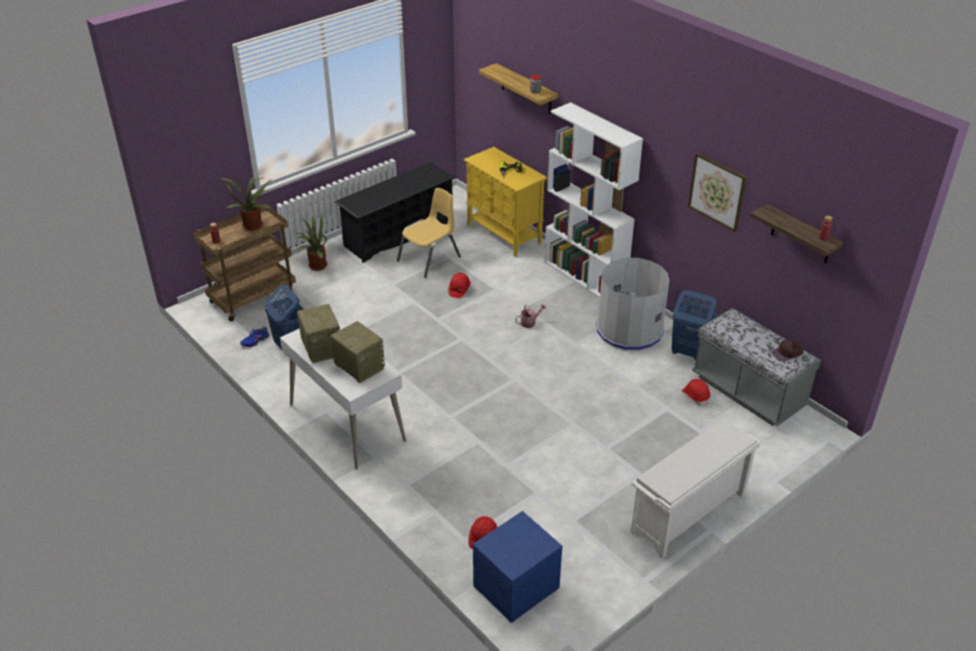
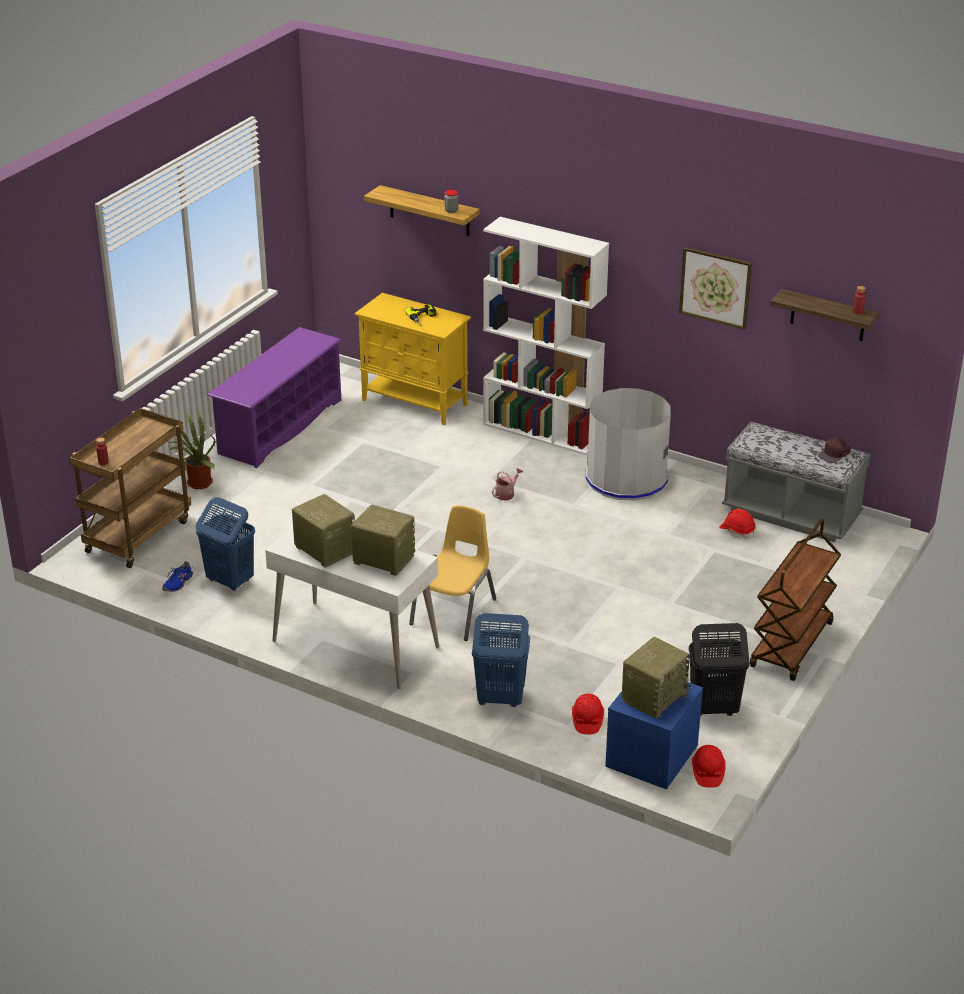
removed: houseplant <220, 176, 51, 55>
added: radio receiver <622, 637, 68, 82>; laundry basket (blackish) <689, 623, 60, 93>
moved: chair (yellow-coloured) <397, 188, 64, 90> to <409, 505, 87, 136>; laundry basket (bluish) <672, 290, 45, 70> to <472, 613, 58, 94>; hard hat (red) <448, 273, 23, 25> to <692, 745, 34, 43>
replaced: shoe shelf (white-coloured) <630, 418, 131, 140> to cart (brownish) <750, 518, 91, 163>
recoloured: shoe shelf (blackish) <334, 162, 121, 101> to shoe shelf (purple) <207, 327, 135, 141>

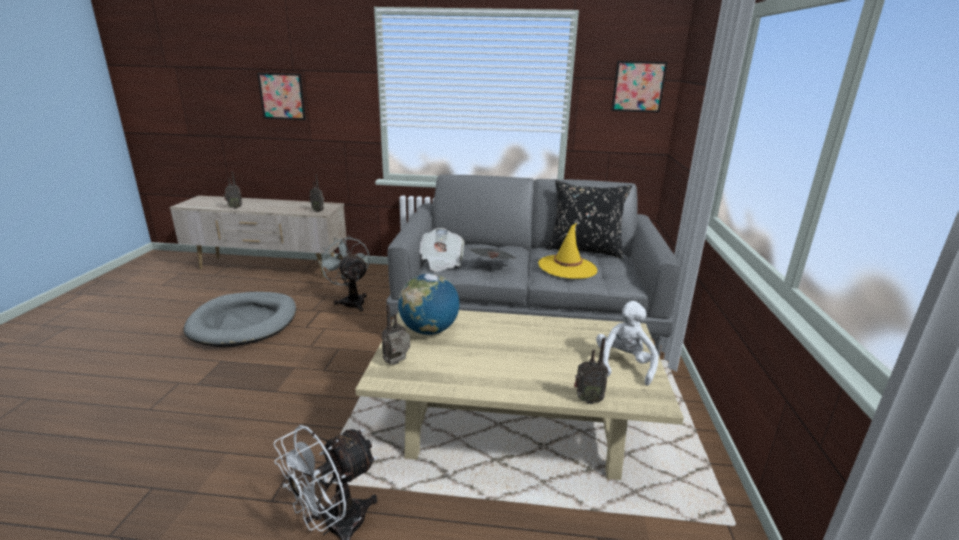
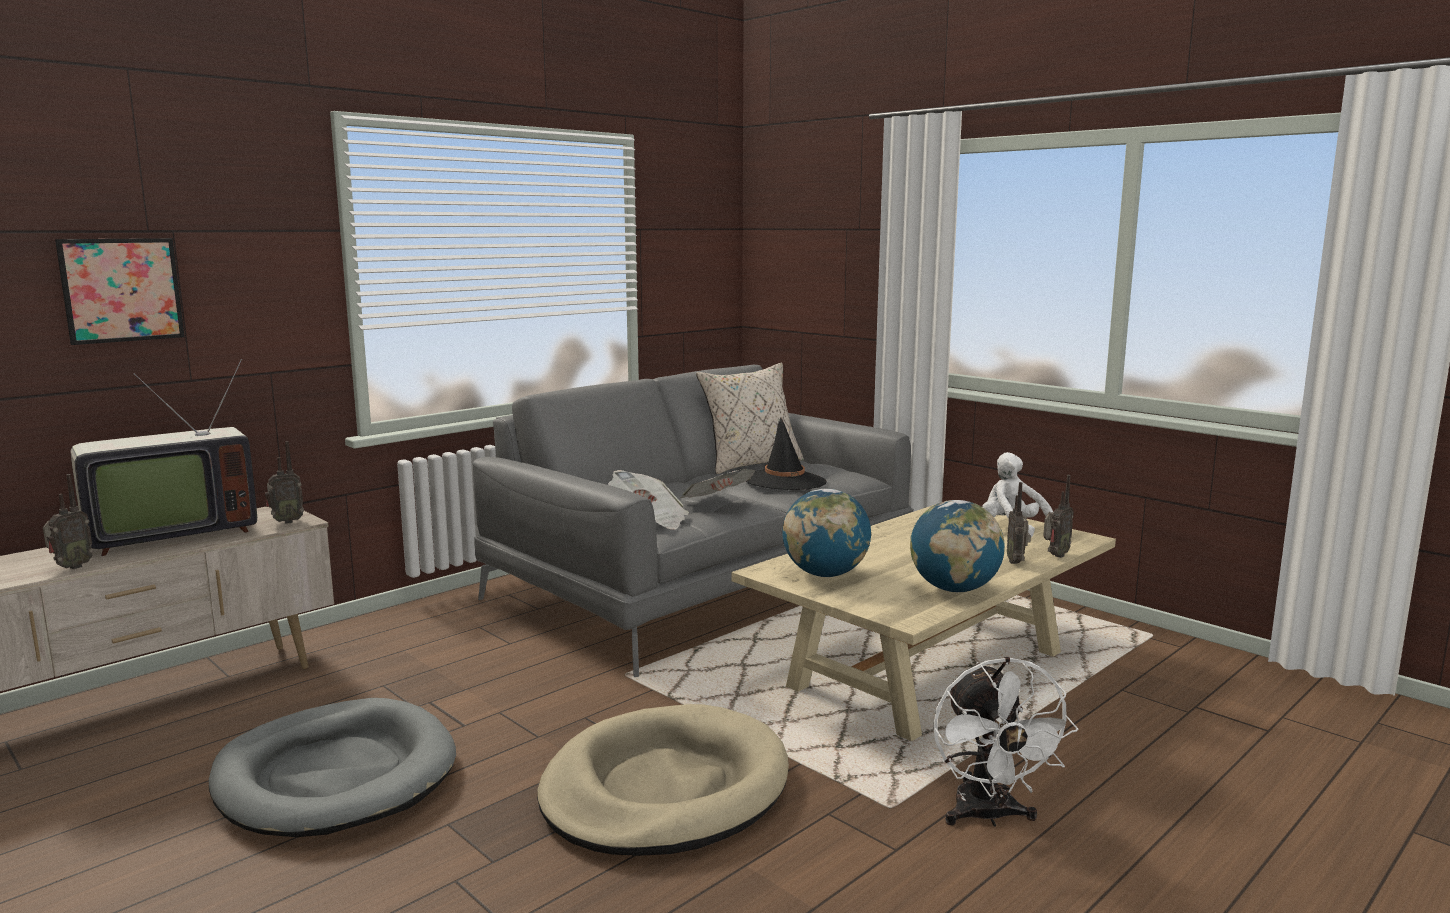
removed: electric fan (greyish) <318, 236, 52, 76>; picture <611, 61, 56, 52>
added: television <71, 359, 186, 197>; pet bed (sand-coloured) <537, 704, 252, 152>; globe <910, 500, 95, 92>
moved: radio receiver <381, 304, 29, 61> to <1007, 482, 24, 82>
recoloured: pillow (blackish) <546, 180, 86, 79> to pillow (sand-coloured) <696, 363, 108, 111>; wearable hat (yellow-coloured) <538, 223, 59, 56> to wearable hat (blackish) <746, 418, 81, 72>

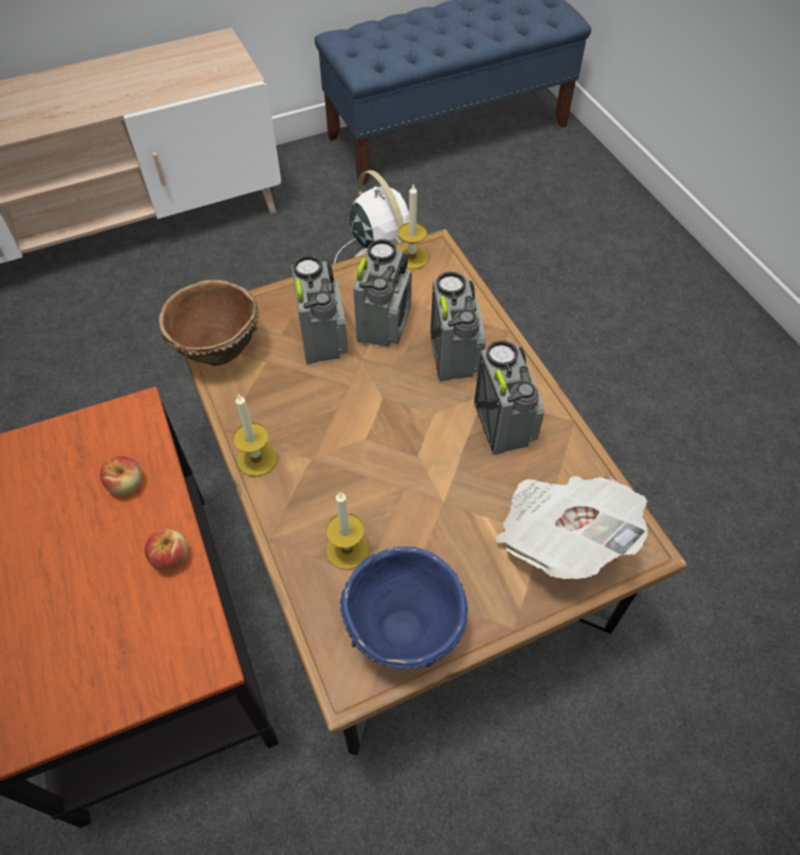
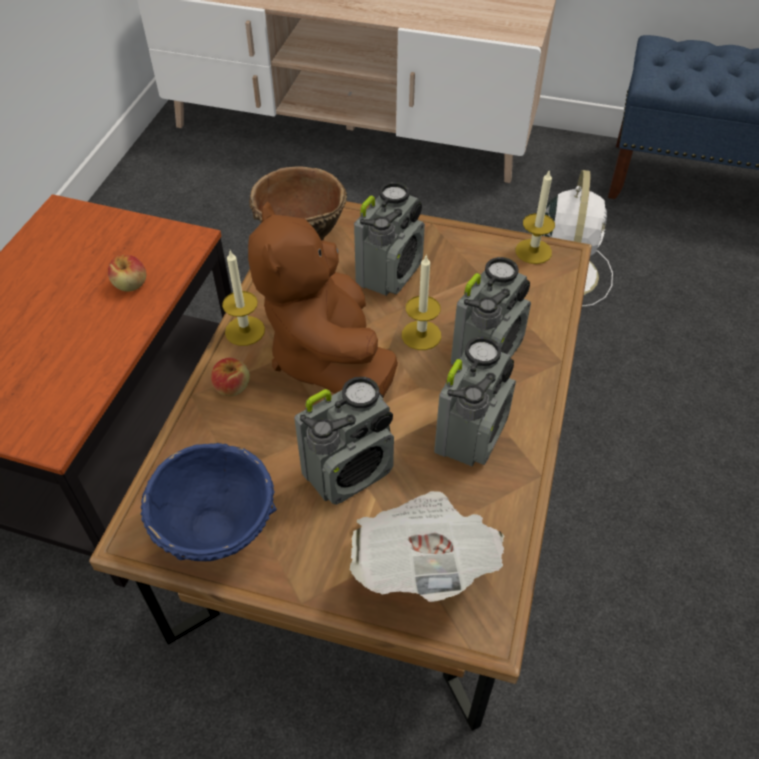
added: plush toy (brownish) <248, 202, 150, 195>
moved: whole apple <145, 529, 43, 43> to <211, 358, 39, 38>; radio receiver <353, 239, 59, 108> to <294, 377, 100, 128>; candle <326, 491, 43, 79> to <402, 254, 39, 96>

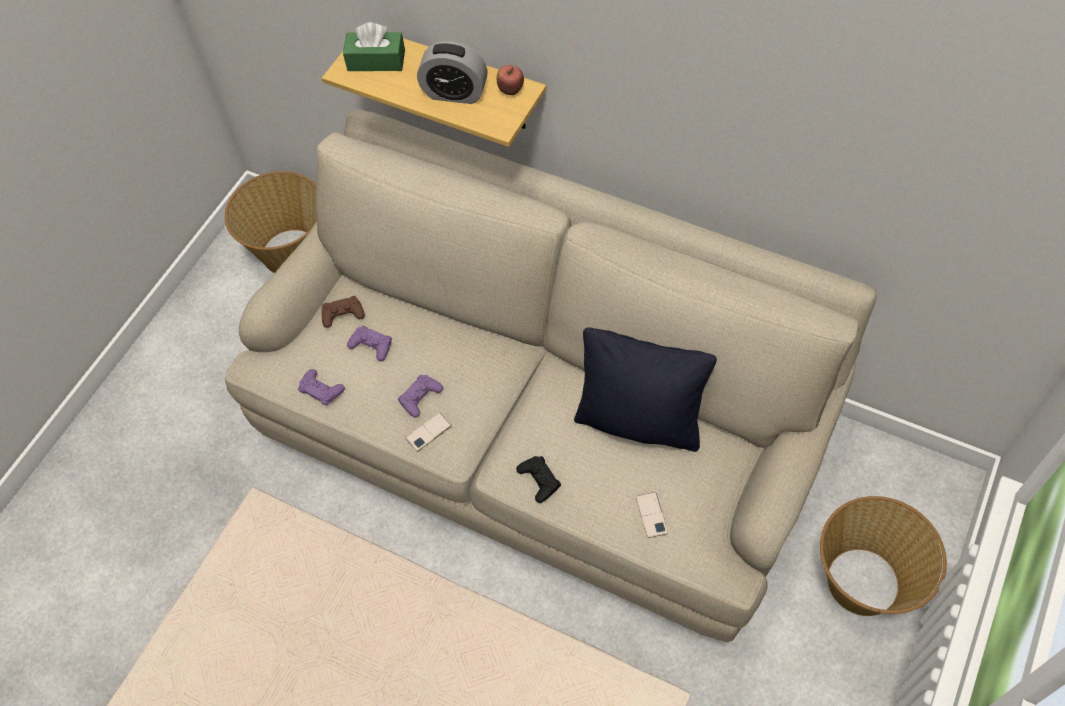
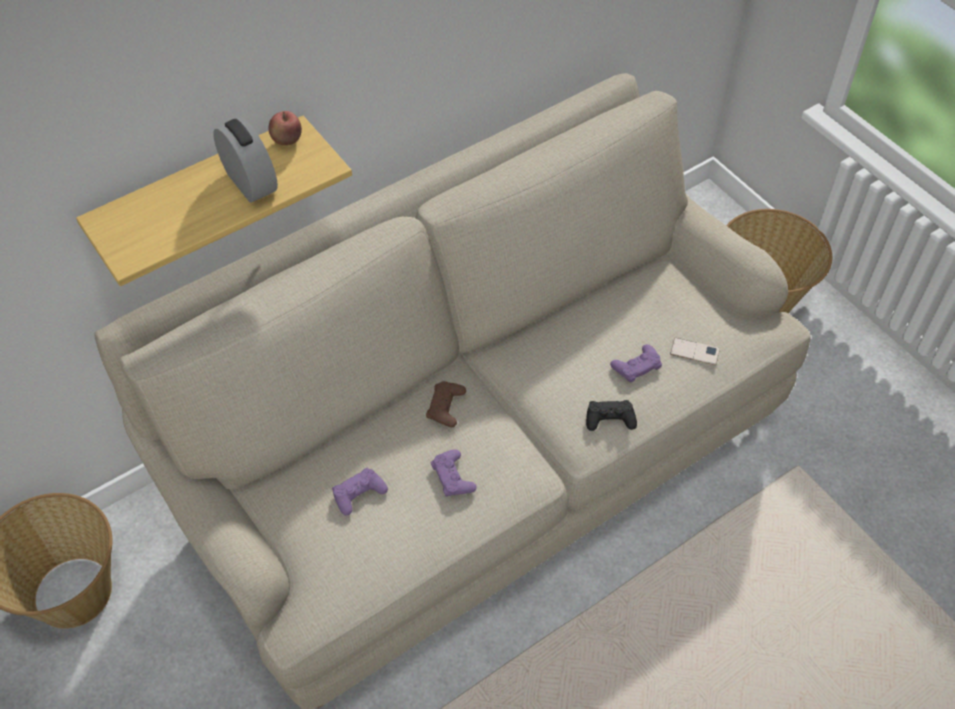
removed: tissue holder (greenish) <343, 22, 62, 49>; handset <406, 413, 46, 39>; pillow (blackish) <574, 327, 143, 125>
moved: gamepad (brownish) <322, 296, 43, 32> to <426, 381, 40, 46>; gamepad (purple) <298, 369, 47, 37> to <610, 344, 52, 39>
turned: bedside clock <417, 41, 71, 63> = <213, 118, 65, 85> 75 degrees counterclockwise

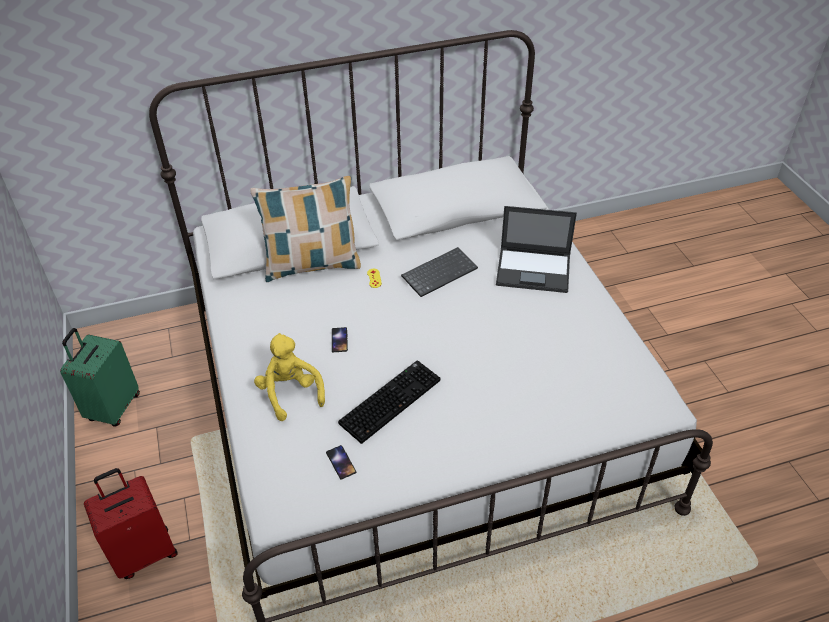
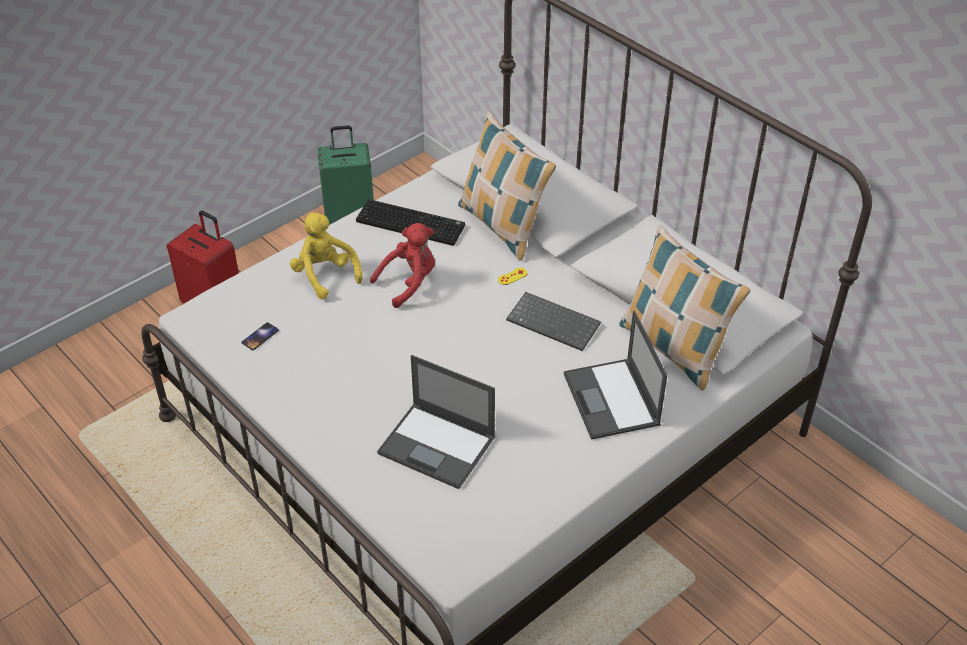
added: notebook computer <377, 355, 118, 134>; pillow <619, 225, 131, 166>
moved: keyboard <338, 360, 102, 84> to <356, 199, 109, 47>
replaced: handset <332, 327, 16, 25> to plush toy (red) <370, 223, 65, 85>
turned: plush toy (yellow-coloured) <254, 333, 71, 88> = <290, 213, 73, 87> 75 degrees counterclockwise

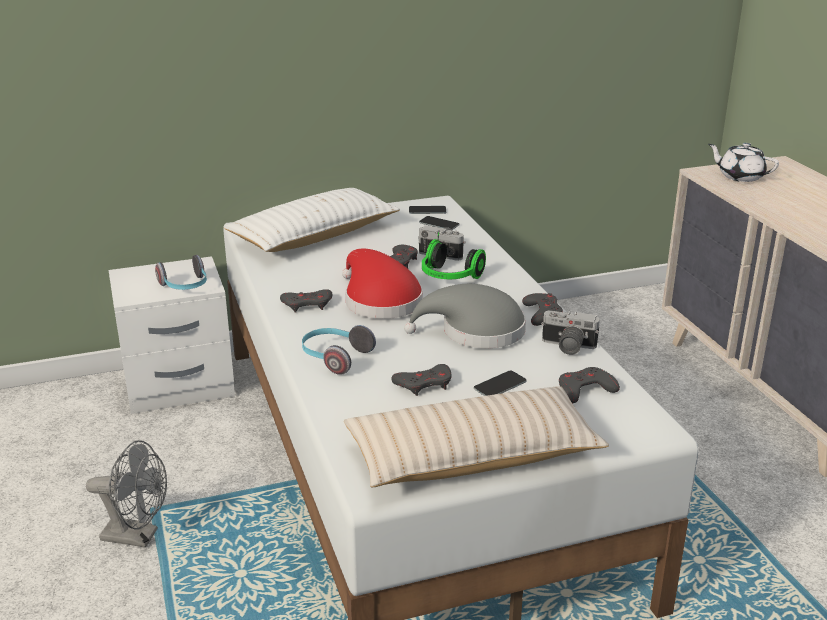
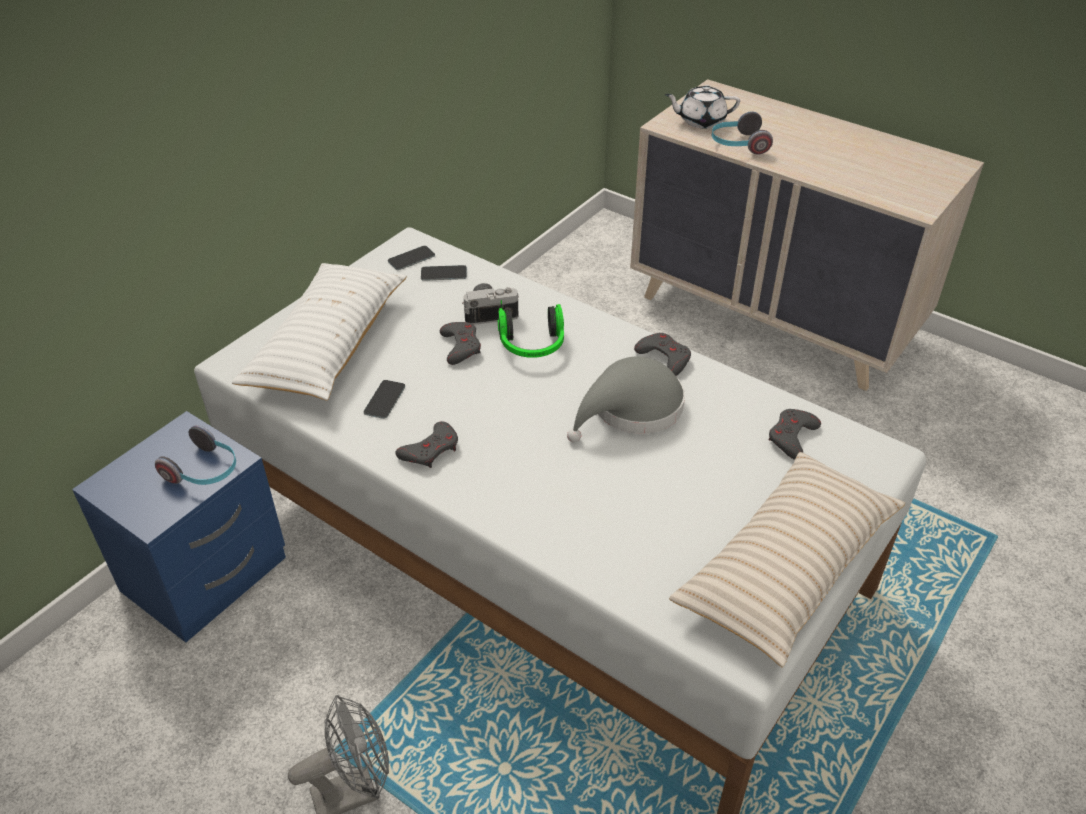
removed: wearable hat (red) <342, 248, 81, 71>; gamepad (greyish) <391, 364, 60, 32>; photo camera <541, 311, 59, 44>
moved: handset <474, 371, 52, 25> to <364, 380, 41, 39>; headset <302, 325, 74, 50> to <712, 111, 61, 44>
recoloured: bedside table (white-coloured) <109, 256, 126, 158> to bedside table (bluish) <72, 411, 214, 232>

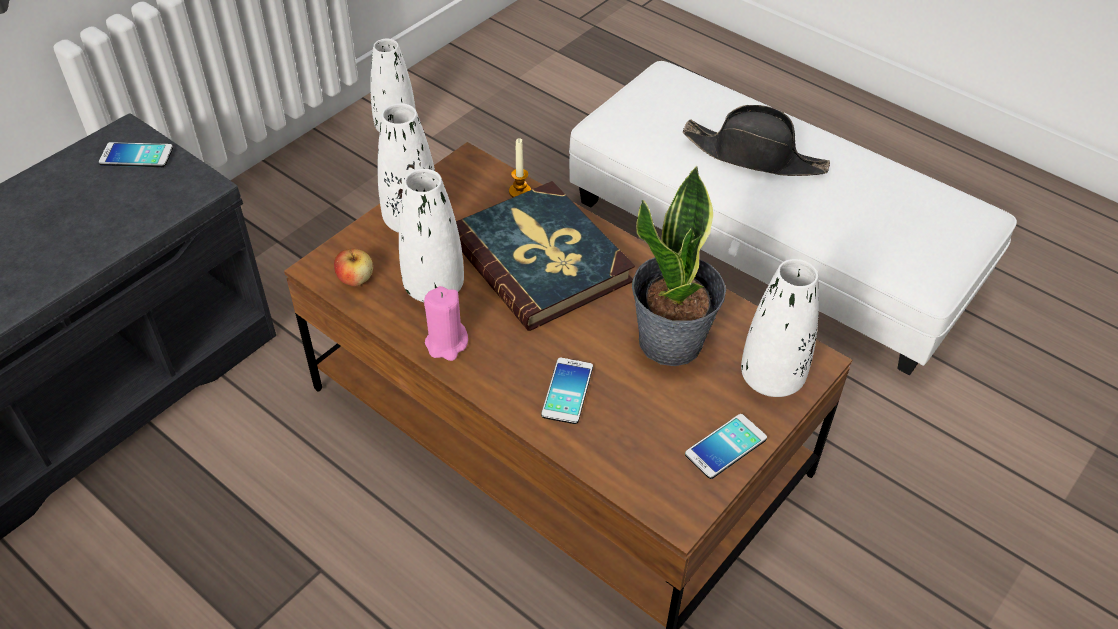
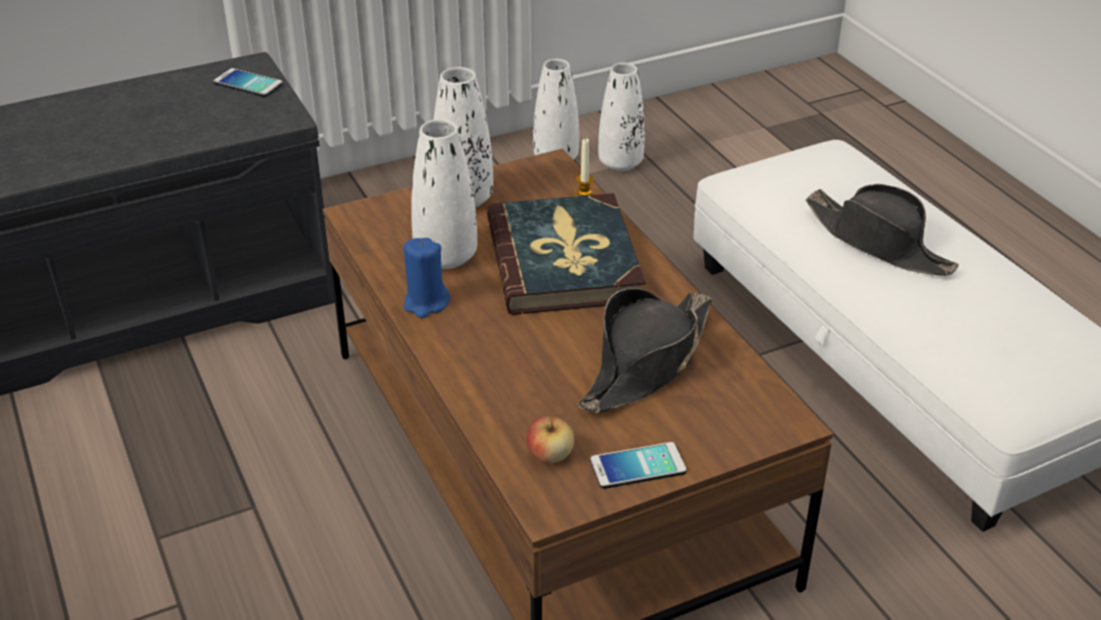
removed: handset <541, 358, 52, 66>
moved: whole apple <334, 248, 39, 38> to <526, 415, 48, 49>; flower vase (white-coloured) <741, 259, 78, 138> to <598, 63, 47, 108>
replaced: houseplant <632, 166, 94, 200> to wearable hat (blackish) <579, 288, 133, 125>
recoloured: candle (pinkish) <424, 286, 44, 75> to candle (bluish) <403, 238, 47, 80>

